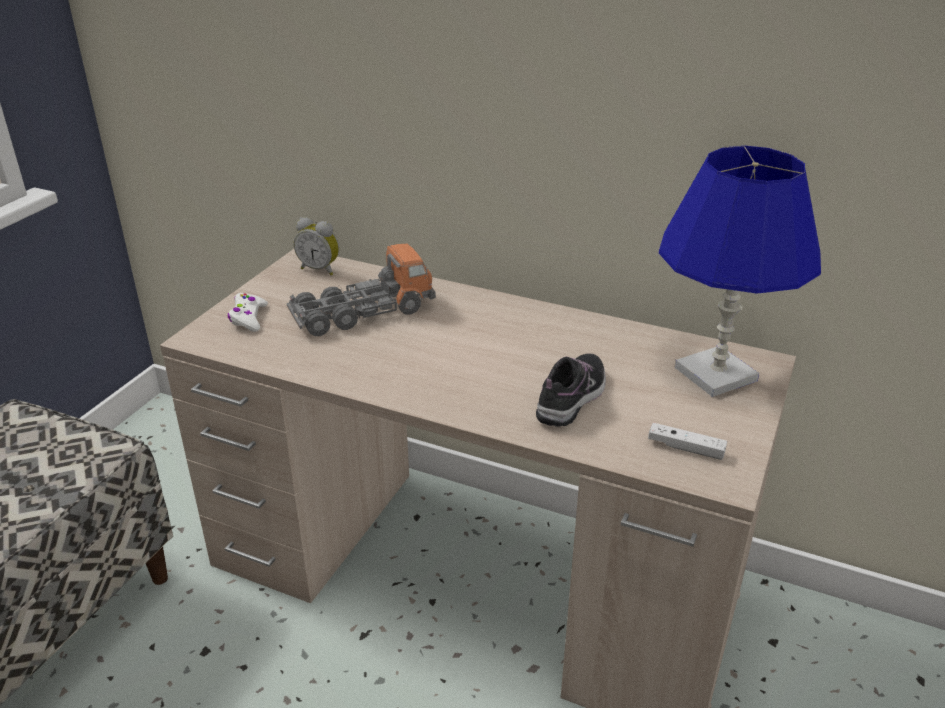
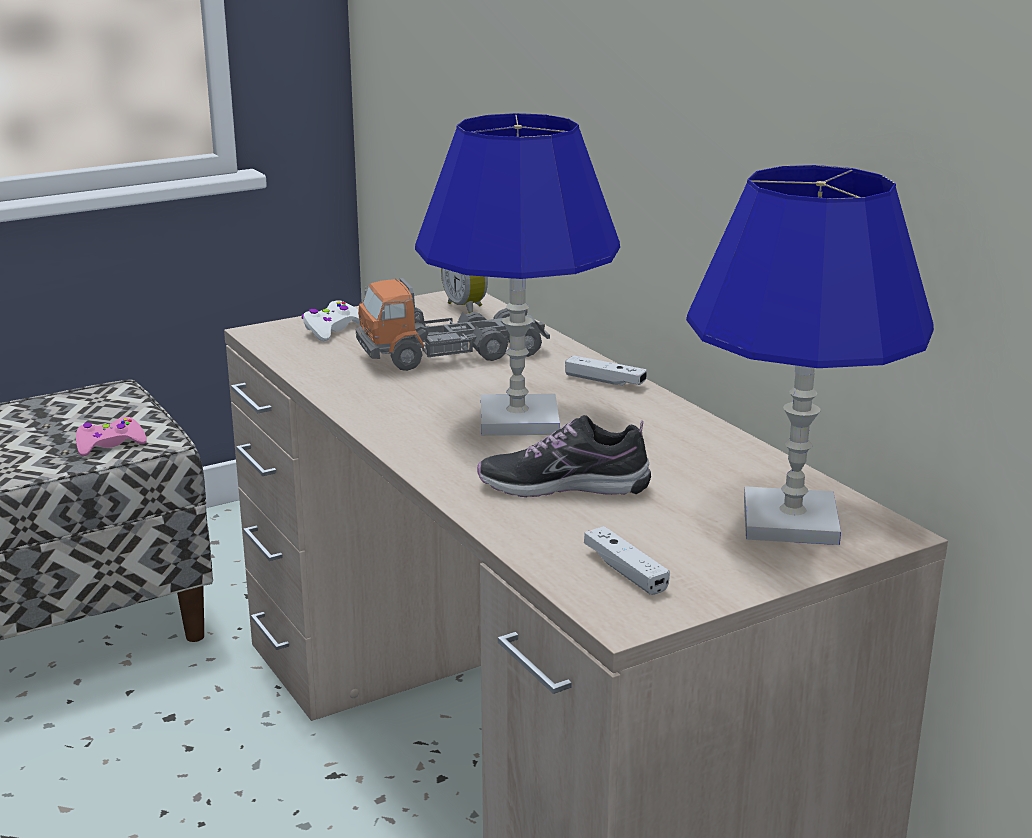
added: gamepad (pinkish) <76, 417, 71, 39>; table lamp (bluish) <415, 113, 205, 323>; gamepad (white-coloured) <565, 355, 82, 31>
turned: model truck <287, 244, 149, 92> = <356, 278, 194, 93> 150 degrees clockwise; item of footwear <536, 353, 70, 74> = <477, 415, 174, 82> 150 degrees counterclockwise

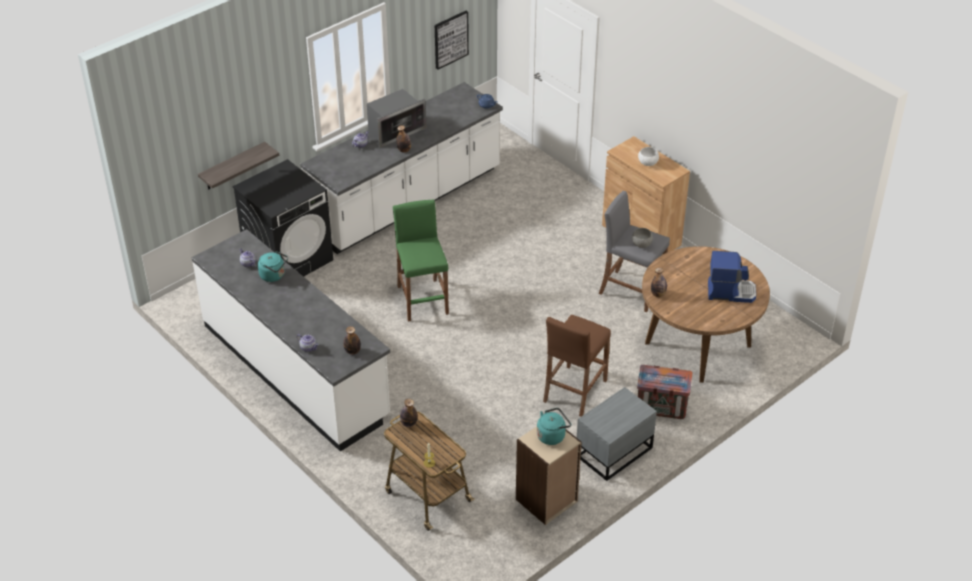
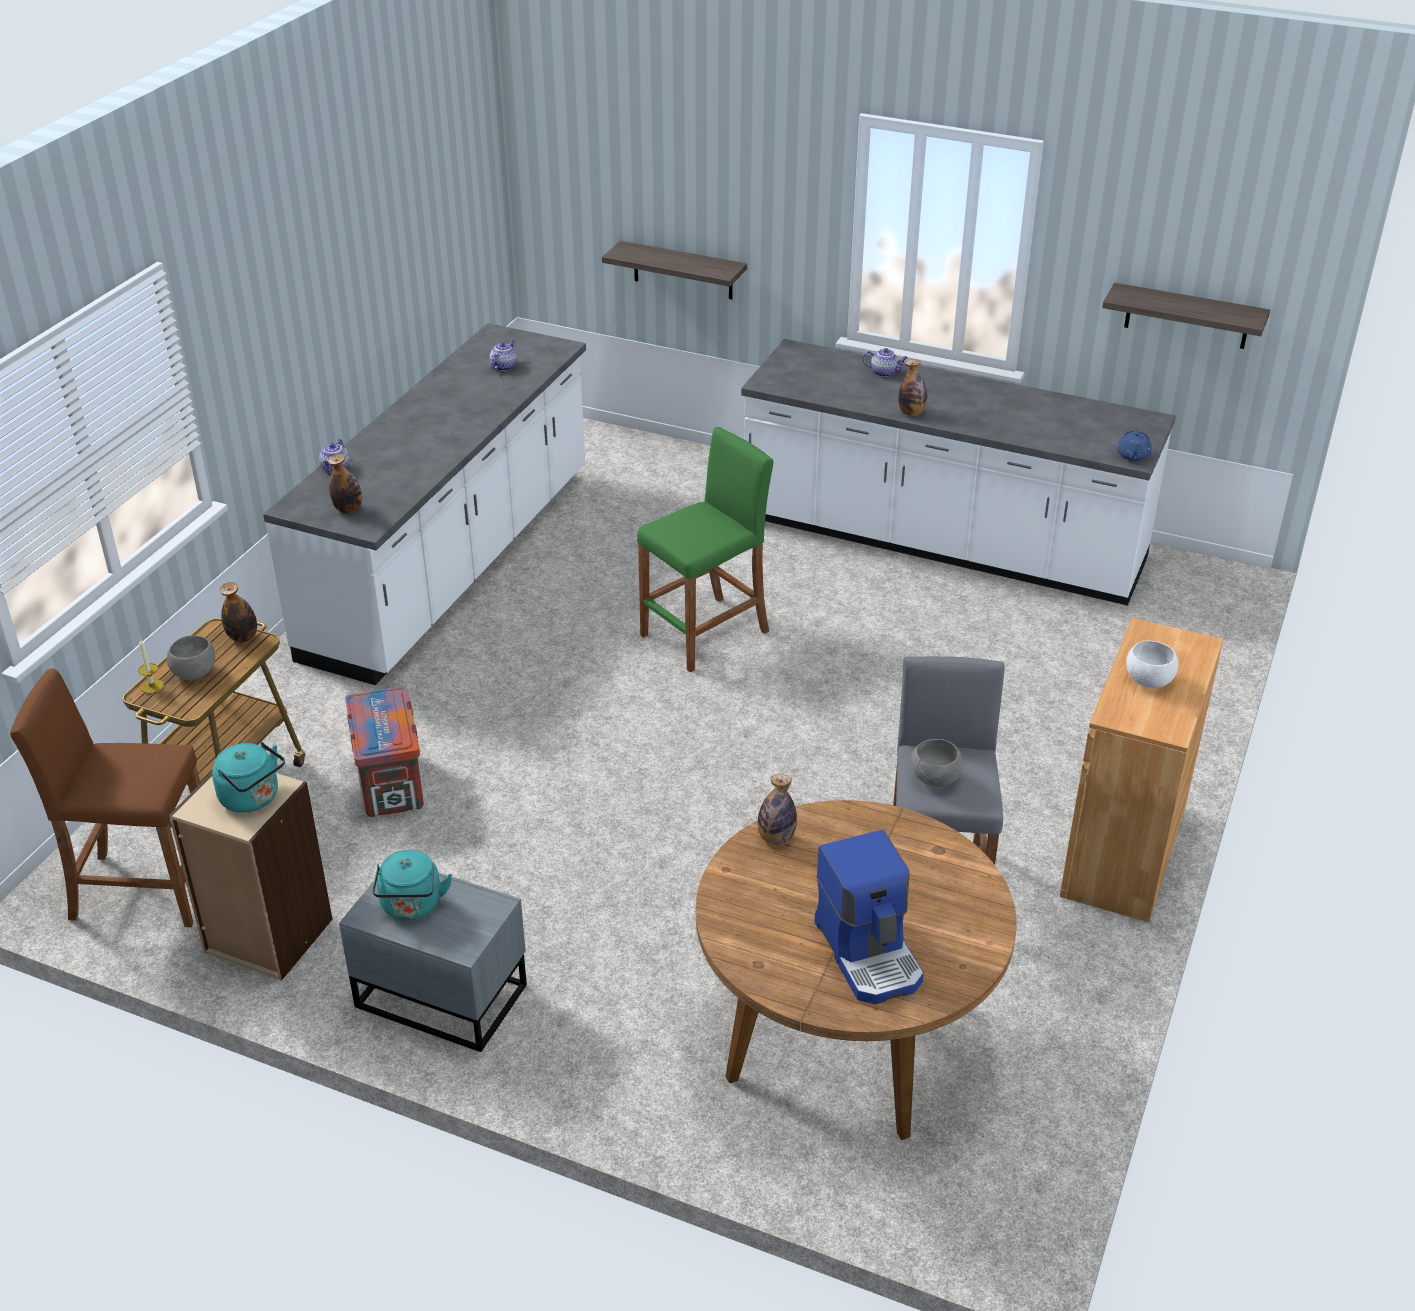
removed: laundry machine (blackish) <232, 159, 101, 118>; microwave oven <367, 89, 59, 59>
added: serving bowl (greyish) <167, 636, 48, 44>
moved: stool (brownish) <543, 315, 68, 101> to <10, 668, 190, 259>; packing crate <637, 365, 55, 54> to <345, 686, 79, 131>; water kettle (turquoise-coloured) <258, 251, 30, 31> to <372, 850, 80, 71>
replaced: picture <435, 11, 34, 58> to bracket shelf <1102, 283, 168, 66>

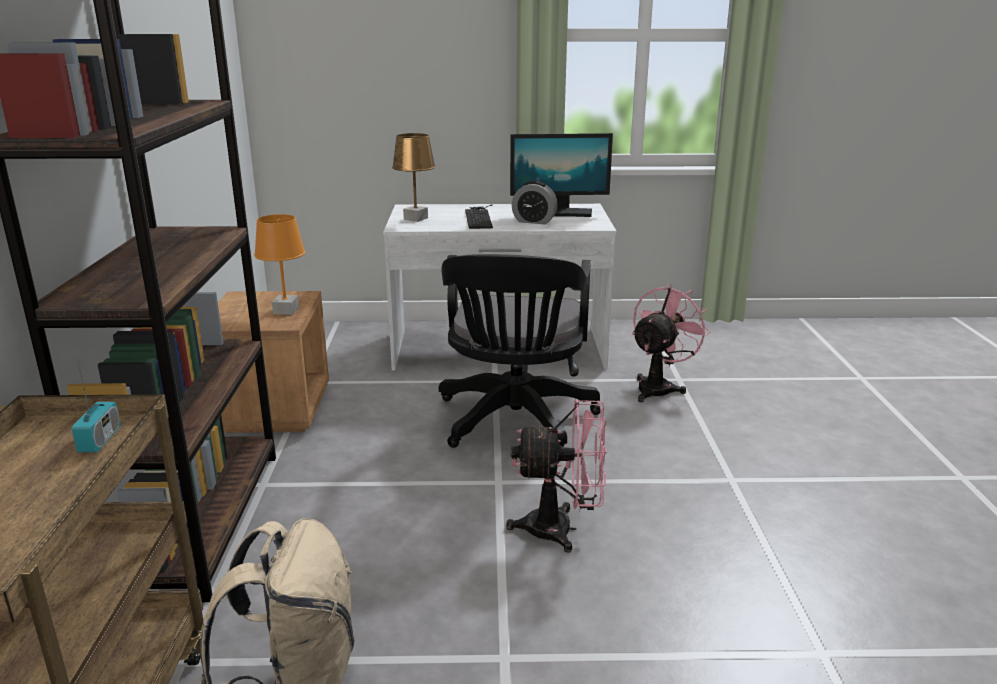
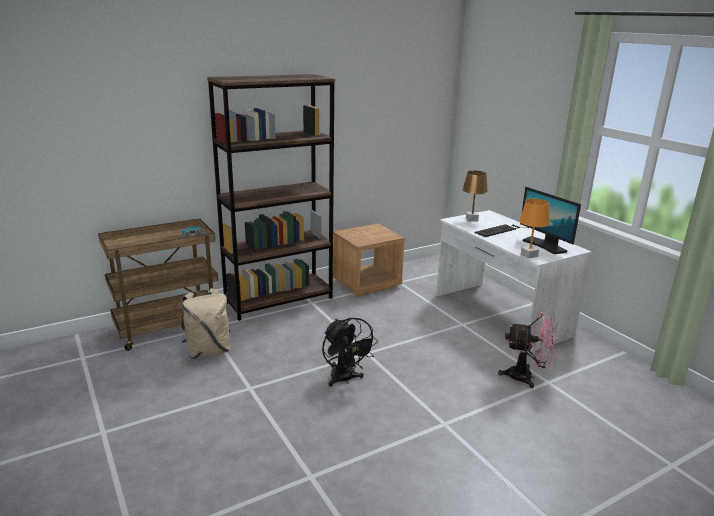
removed: office chair (blackish) <439, 254, 163, 194>; bedside clock <512, 181, 46, 43>
moved: table lamp (orangey) <254, 214, 51, 101> to <519, 199, 31, 59>
recoloured: electric fan (pinkish) <506, 399, 101, 154> to electric fan (blackish) <322, 318, 56, 69>

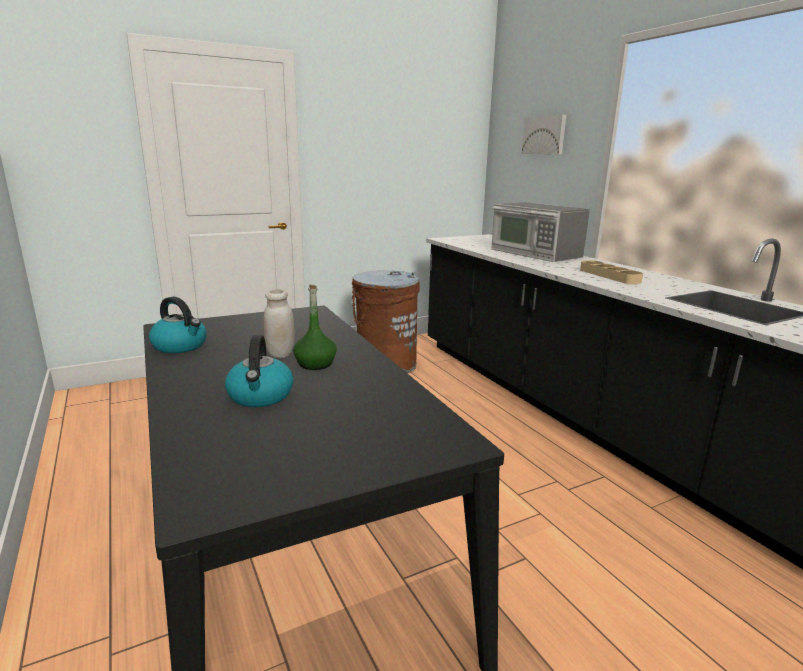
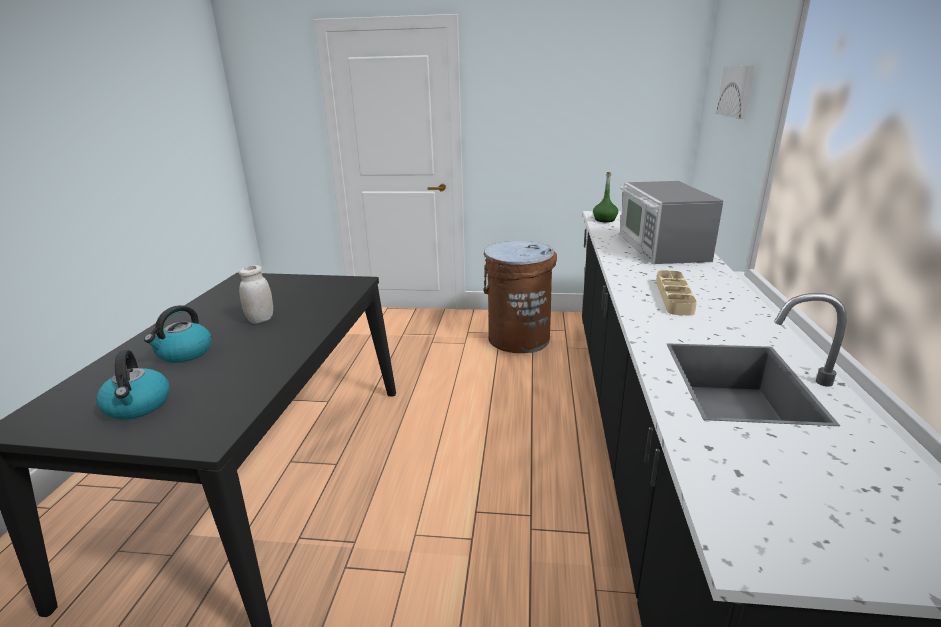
moved: water kettle <149, 297, 58, 56> to <96, 350, 74, 70>; drink bottle (greenish) <293, 285, 44, 85> to <593, 172, 25, 50>

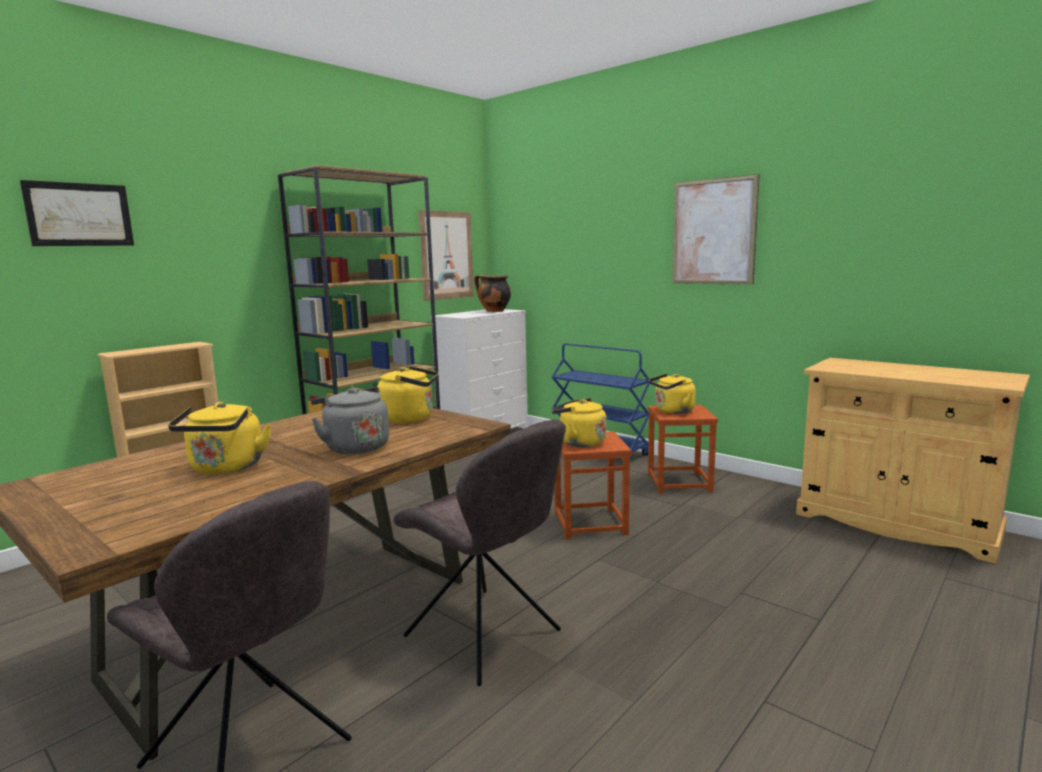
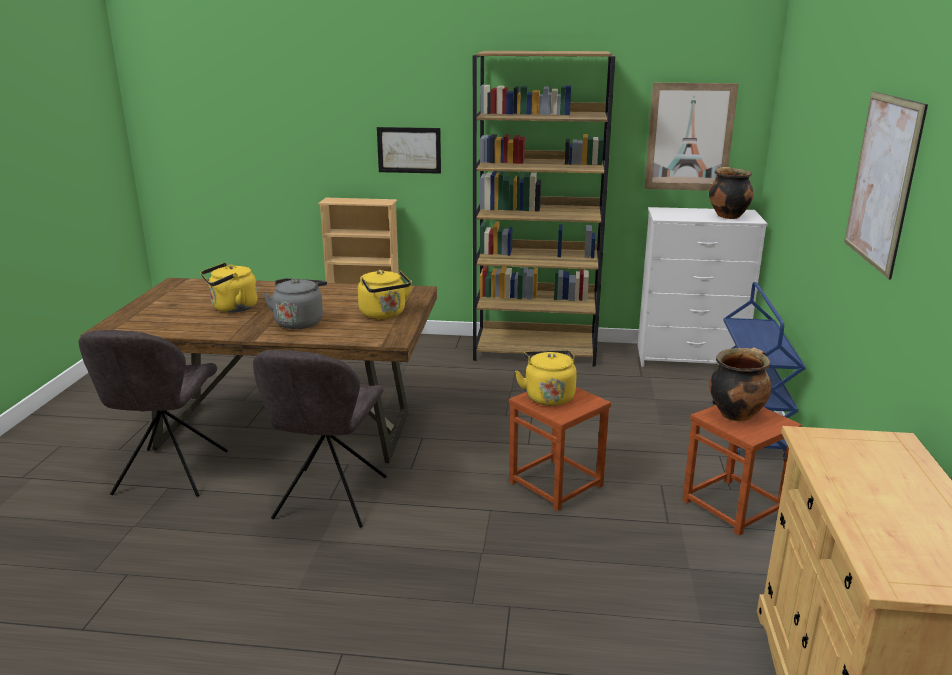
moved: picture <20, 180, 114, 66> to <377, 127, 64, 47>
replaced: water kettle (yellow-coloured) <648, 373, 48, 41> to saucepot <709, 347, 63, 74>

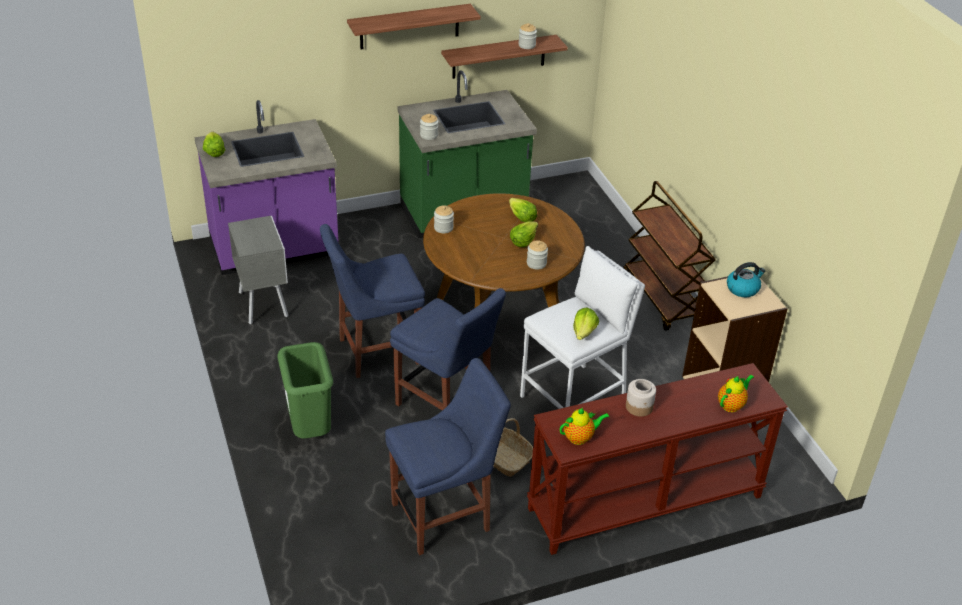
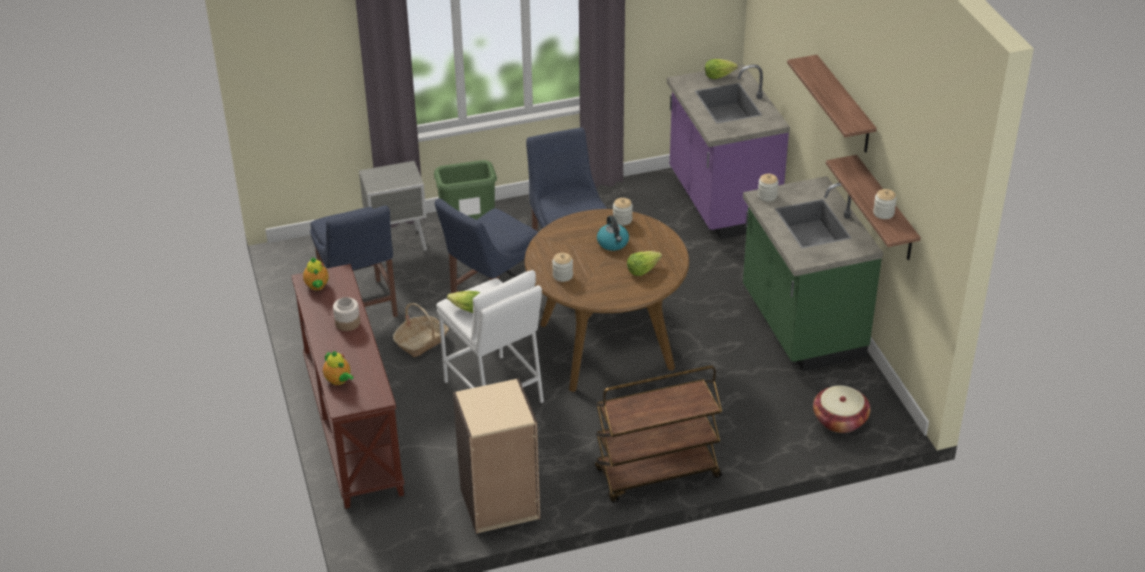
removed: head of lettuce <510, 221, 28, 26>
added: storage basket <813, 385, 57, 48>
moved: bedside table (greyish) <228, 216, 60, 108> to <359, 161, 68, 90>; water kettle <727, 262, 39, 35> to <597, 215, 32, 36>

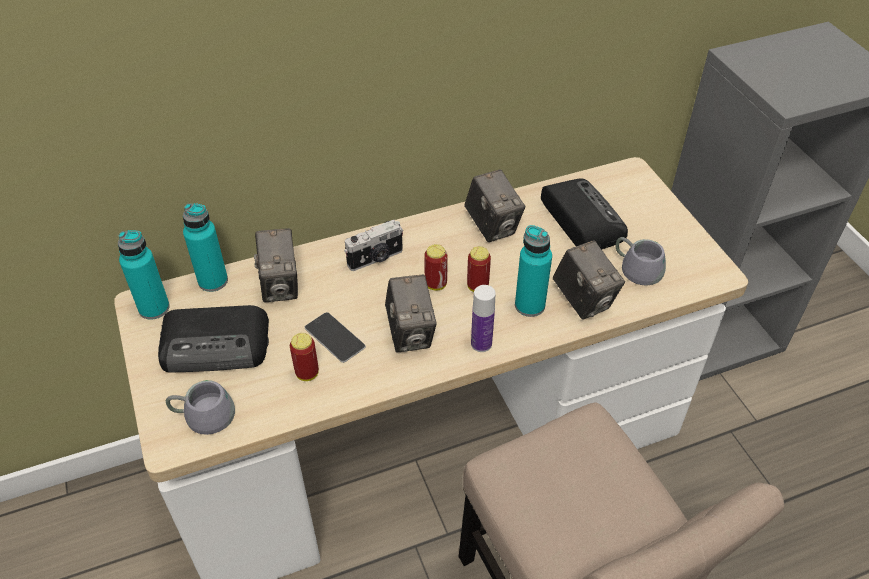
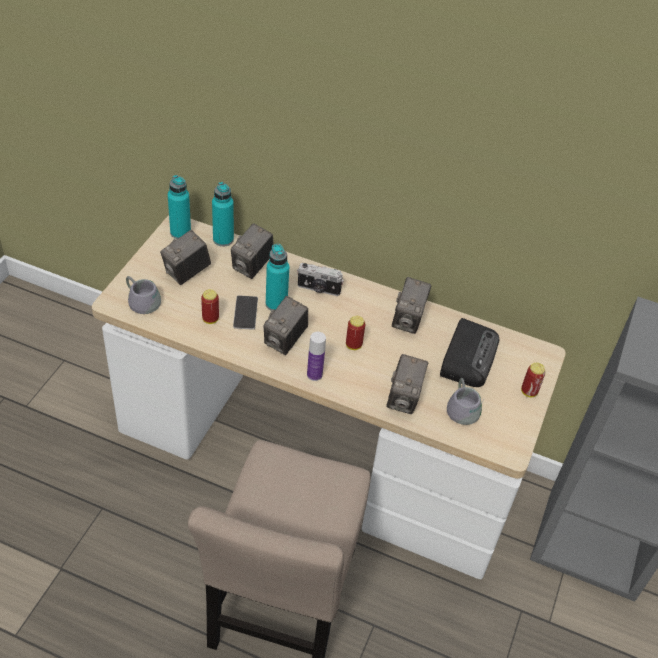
moved: drink bottle (turquoise-coloured) <515, 225, 37, 92> to <266, 244, 23, 67>; metal can <424, 244, 24, 47> to <521, 363, 25, 34>
replaced: radio receiver <158, 305, 111, 68> to photo camera <160, 230, 51, 55>

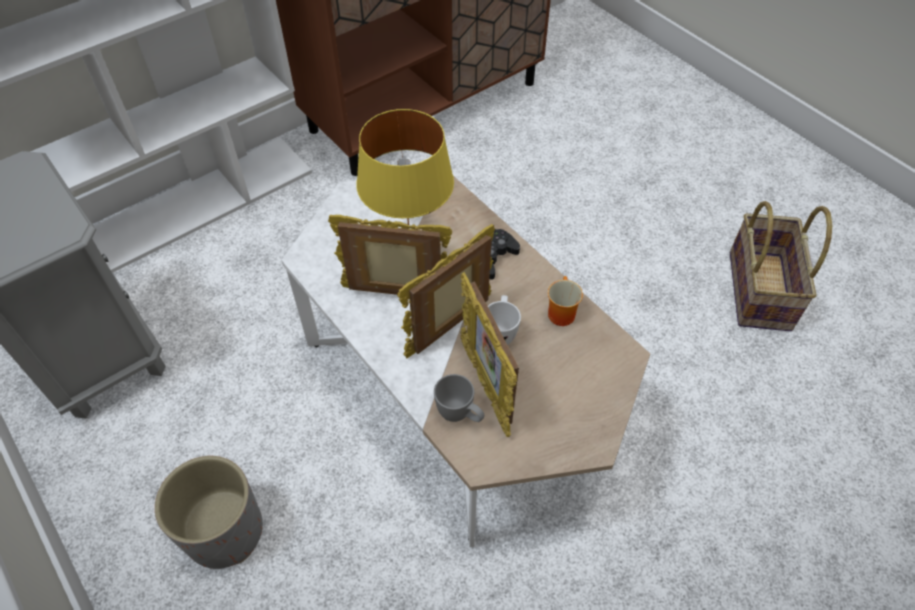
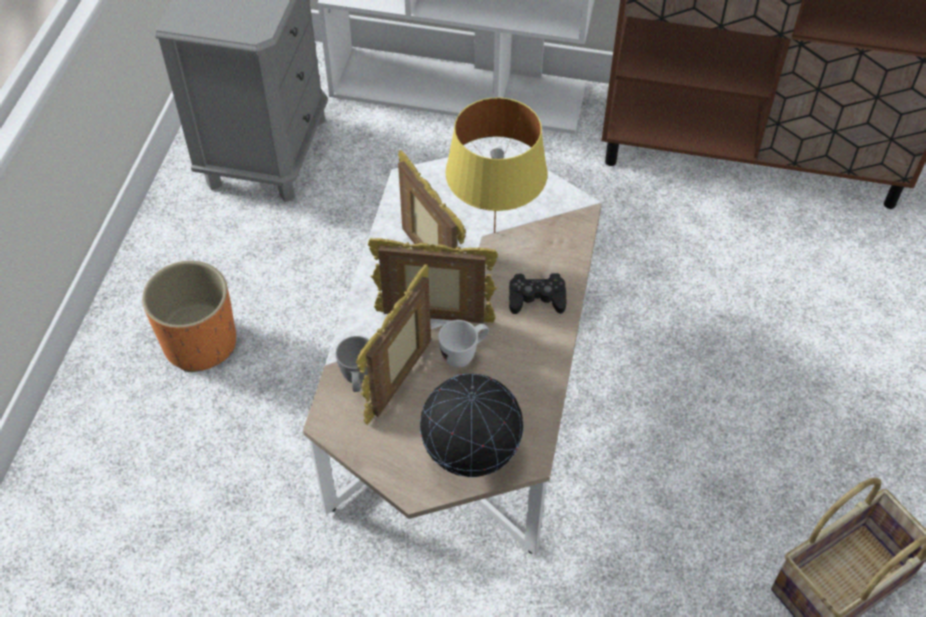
removed: mug <548, 276, 35, 50>
added: globe <420, 373, 103, 104>
recoloured: flower pot (greyish) <155, 456, 108, 113> to flower pot (orangey) <142, 261, 94, 111>

